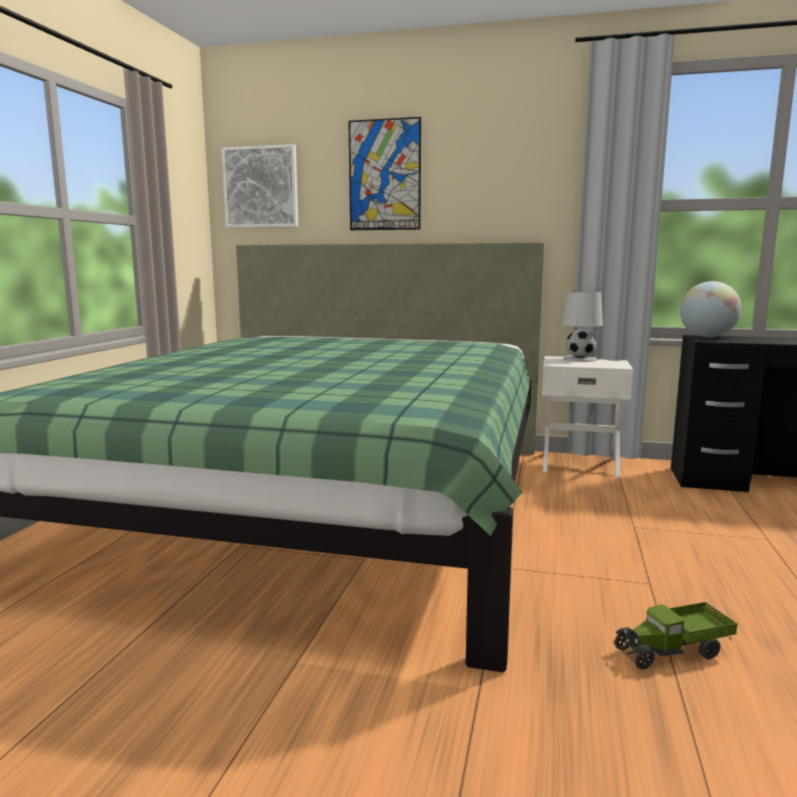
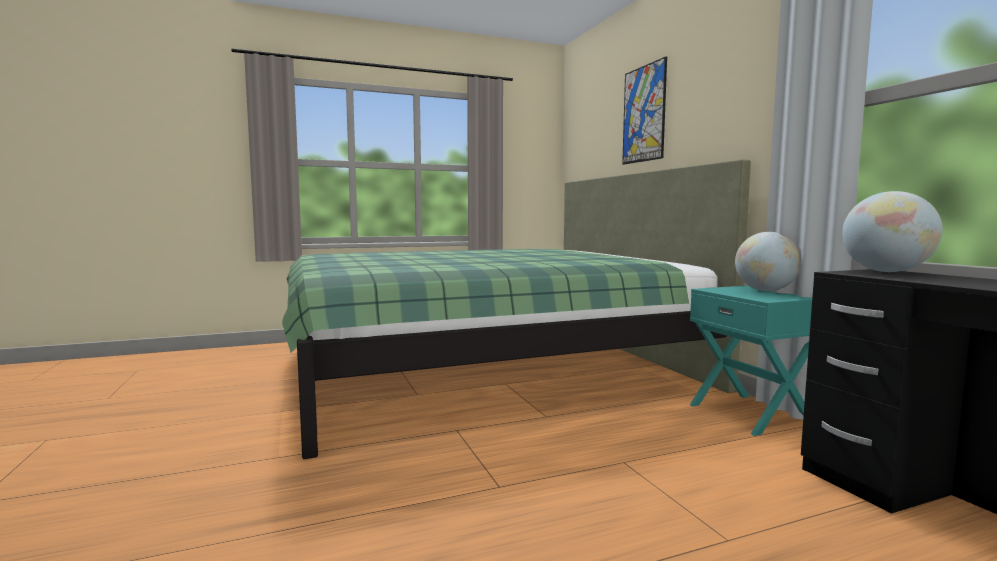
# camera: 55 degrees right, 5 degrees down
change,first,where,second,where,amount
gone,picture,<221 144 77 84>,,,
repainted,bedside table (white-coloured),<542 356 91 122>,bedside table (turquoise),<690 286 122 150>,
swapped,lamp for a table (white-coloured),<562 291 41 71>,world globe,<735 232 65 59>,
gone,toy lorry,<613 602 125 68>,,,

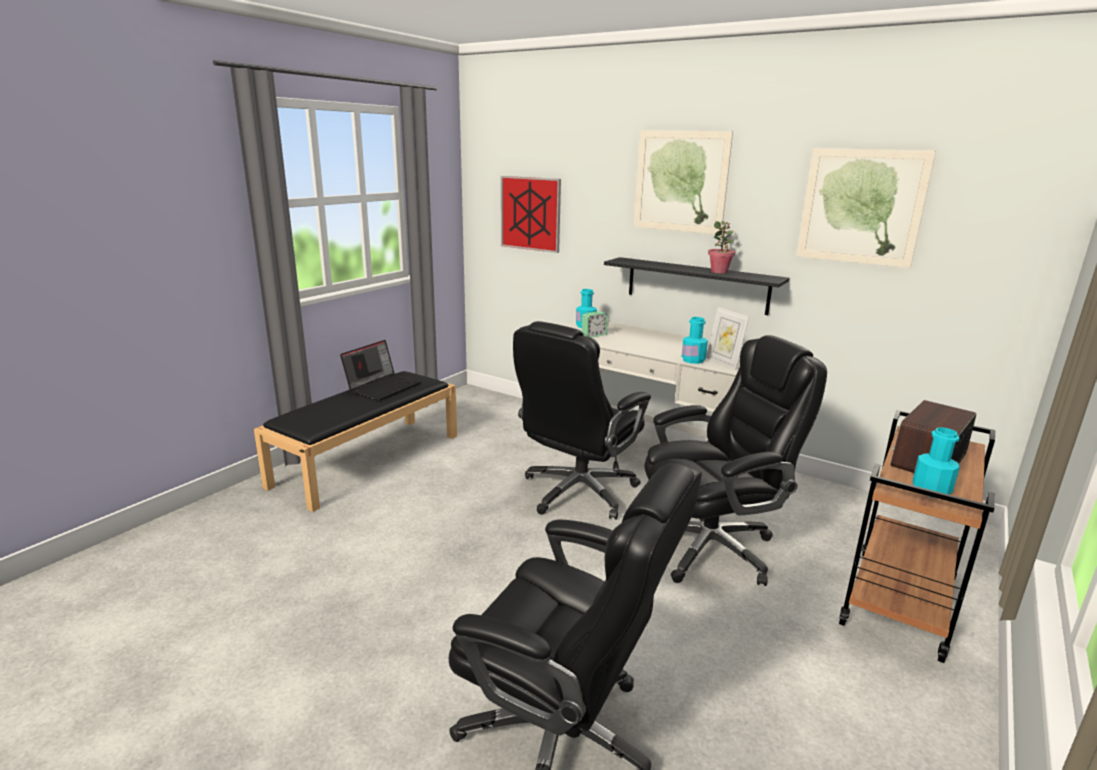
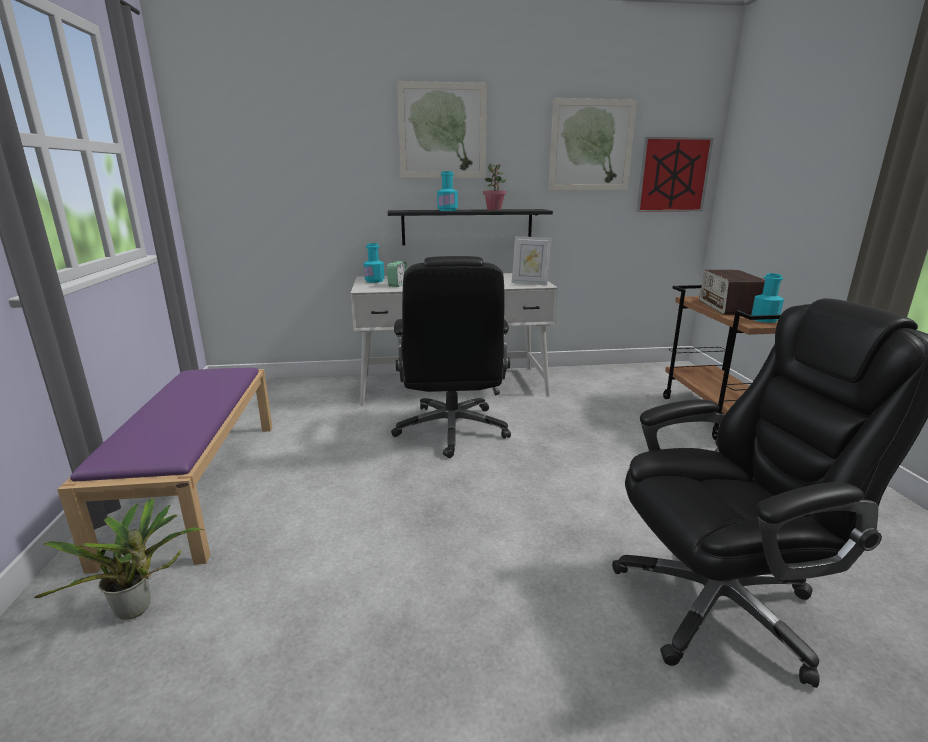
# camera: 40 degrees left, 0 degrees up
change,first,where,second,where,amount
repainted,indoor bench (black),<254 371 203 141>,indoor bench (purple),<57 368 215 206>,
gone,portable computer,<340 340 81 61>,,,
shifted,picture,<500 176 61 77>,,<637 137 77 75>,
gone,desk chair (black),<644 335 183 251>,,,
shifted,drink bottle (turquoise),<682 317 26 47>,,<437 171 21 40>,
new,,,plant in a pot,<34 498 170 122>,

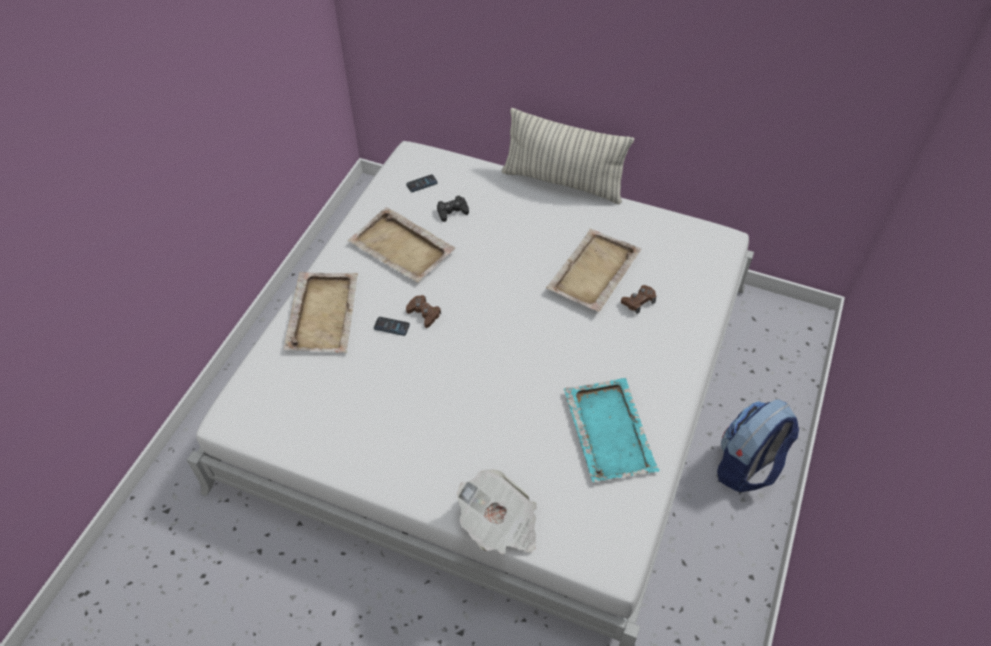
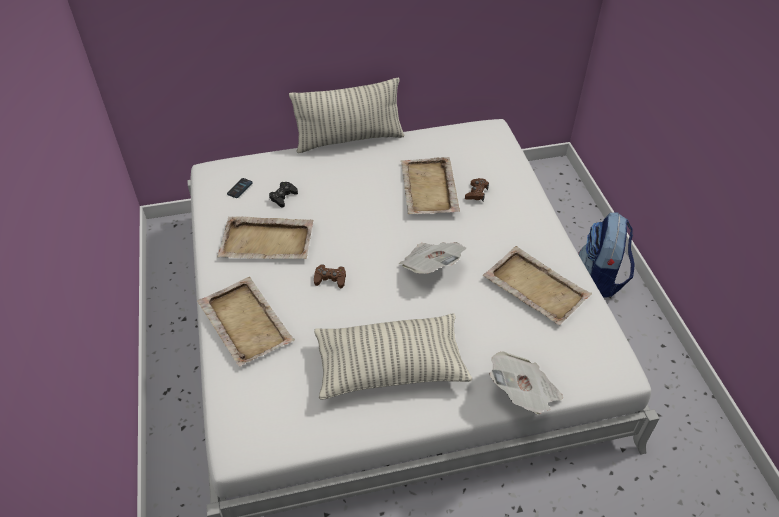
# camera: 35 degrees left, 5 degrees down
change,first,where,second,where,amount
gone,phone,<374 317 36 19>,,,
repainted,carrying tray (turquoise),<564 378 96 104>,carrying tray (beige),<483 246 109 79>,
new,,,cushion,<314 313 158 87>,
new,,,newspaper,<399 242 67 32>,

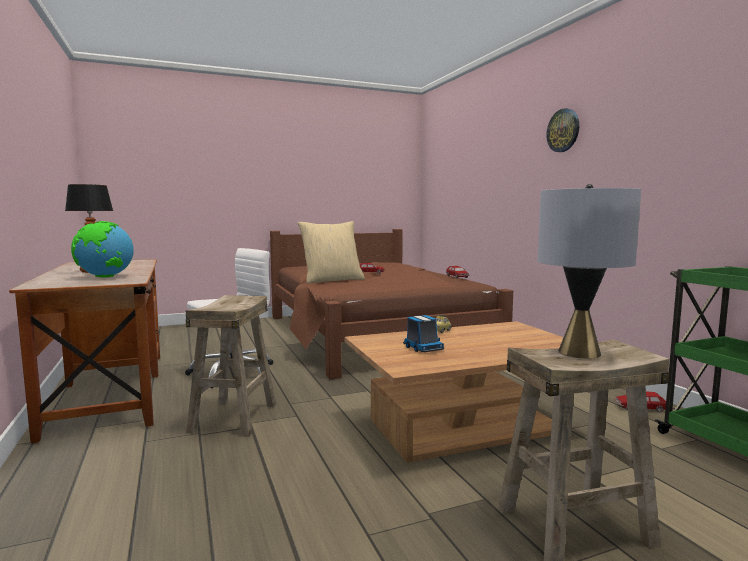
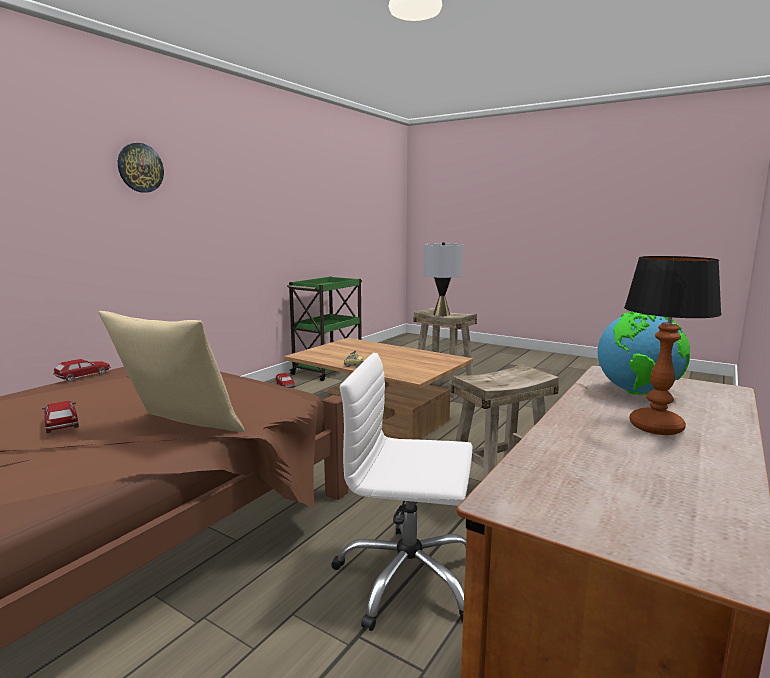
# camera: 125 degrees left, 5 degrees up
change,first,where,second,where,amount
gone,toy lorry,<403 315 41 37>,,,

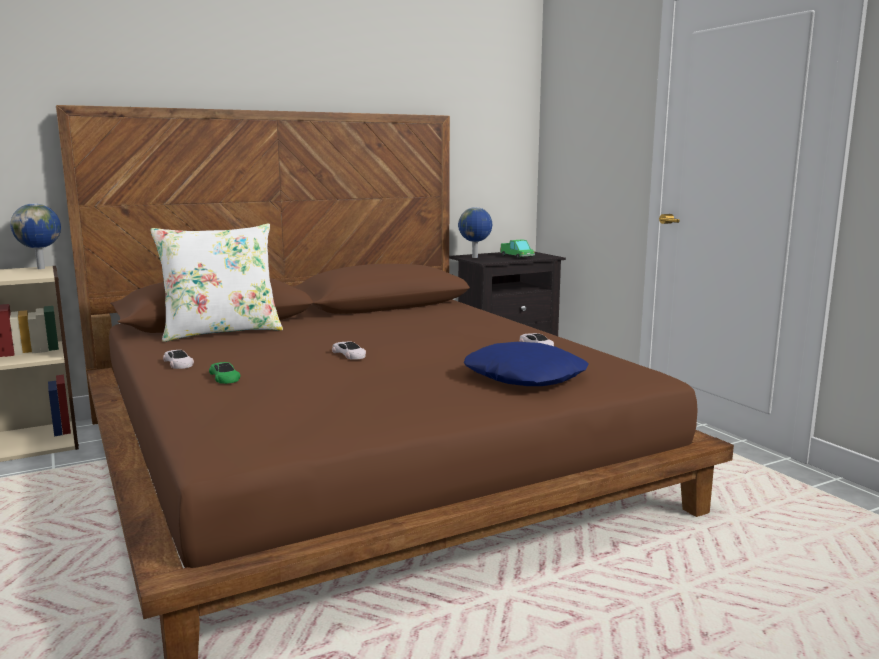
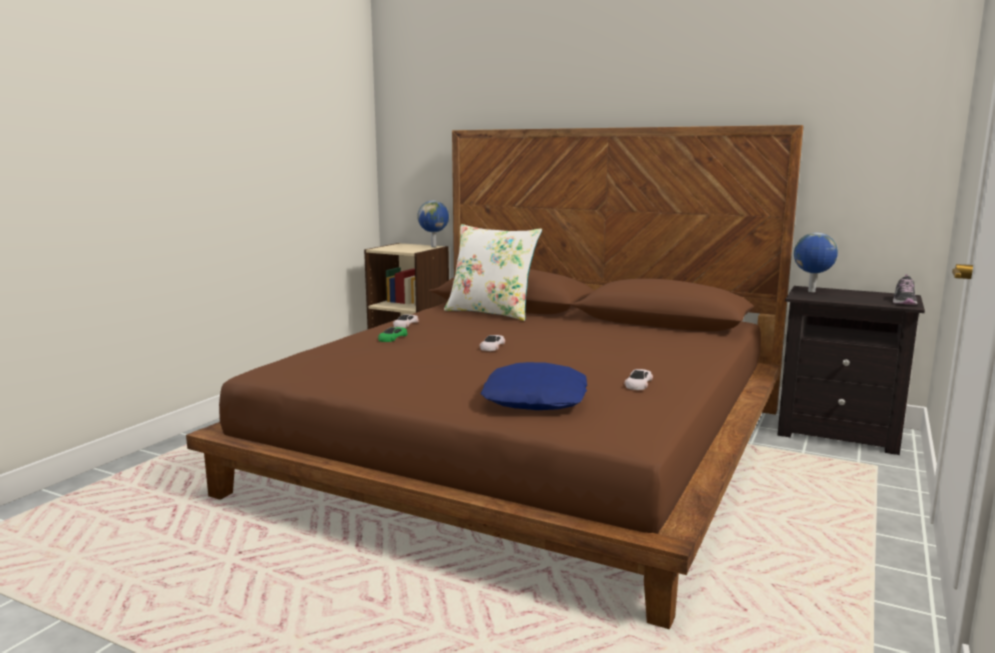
# camera: 55 degrees right, 0 degrees up
change,first,where,second,where,amount
gone,toy lorry,<500 239 35 20>,,,
new,,,shoe,<893 274 24 31>,

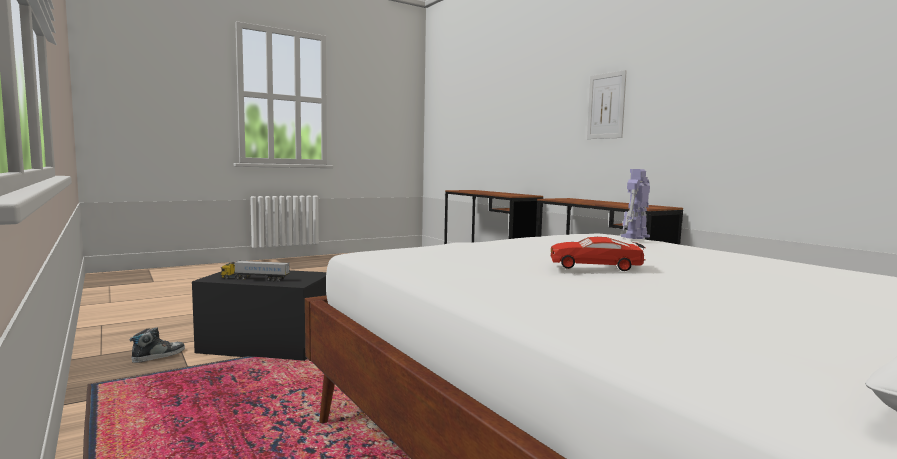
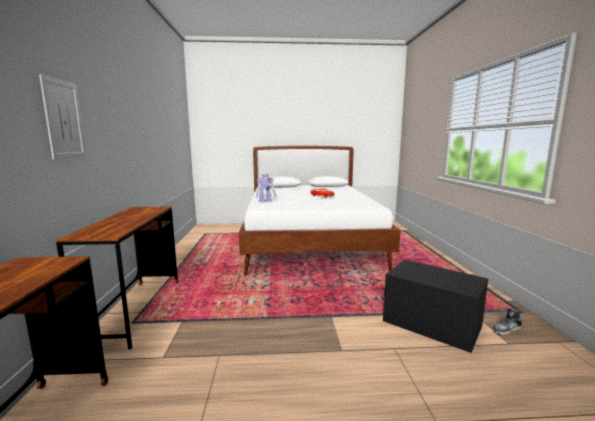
# camera: 150 degrees left, 5 degrees up
change,first,where,second,where,amount
gone,toy lorry,<221 261 69 20>,,,

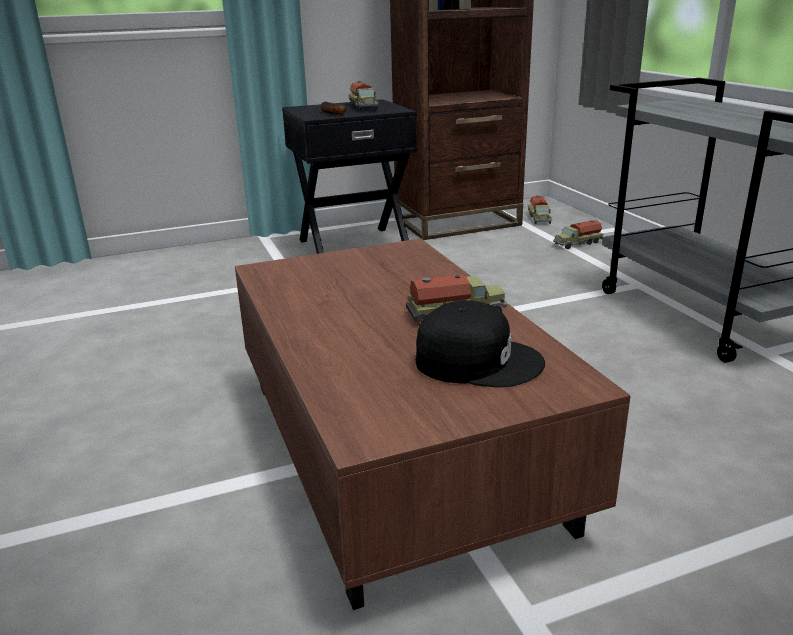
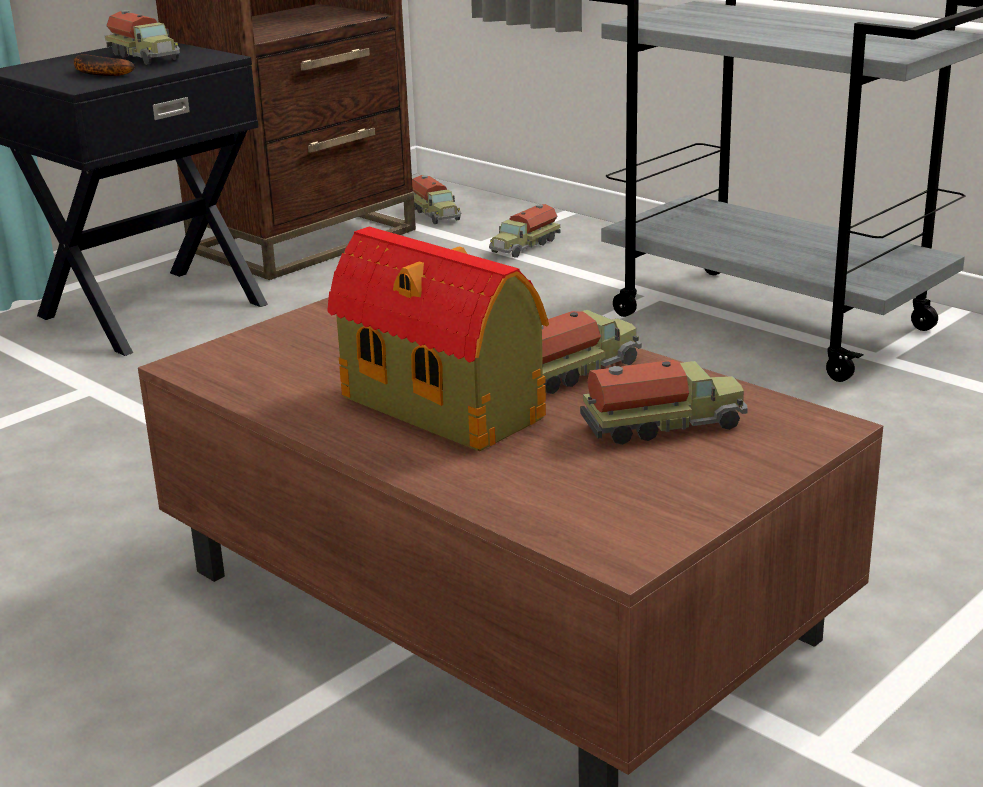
# camera: 25 degrees left, 0 degrees up
change,first,where,second,where,amount
swapped,peaked cap (black),<416 300 129 87>,toy lorry,<580 360 168 85>,
new,,,model house,<327 227 222 224>,

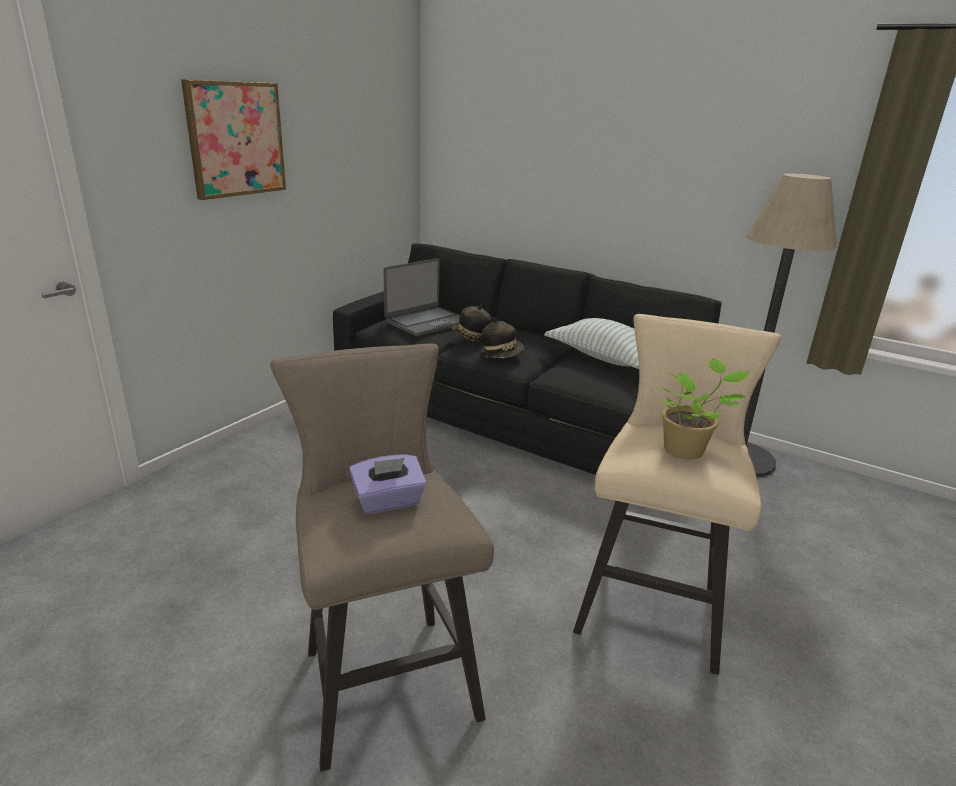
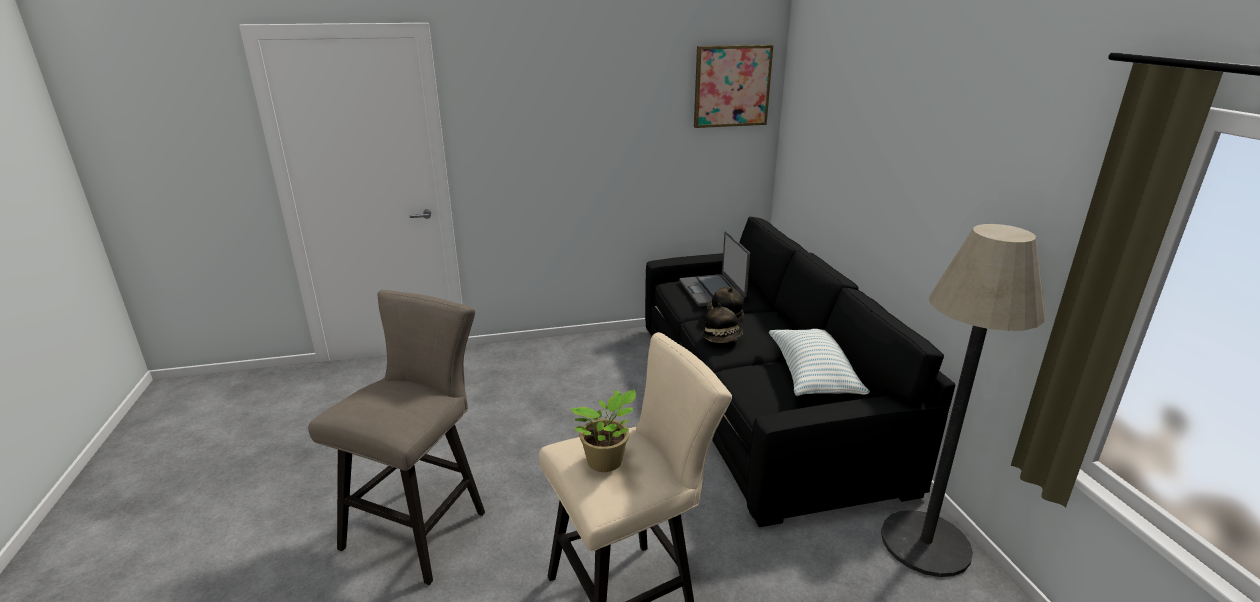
# camera: 45 degrees right, 0 degrees up
change,first,where,second,where,amount
shifted,picture,<181 79 105 121>,,<694 45 80 83>,
gone,tissue holder (purple),<349 454 78 60>,,,
rotated,portable computer,<383 258 77 78>,,<679 231 71 75>,75 degrees clockwise

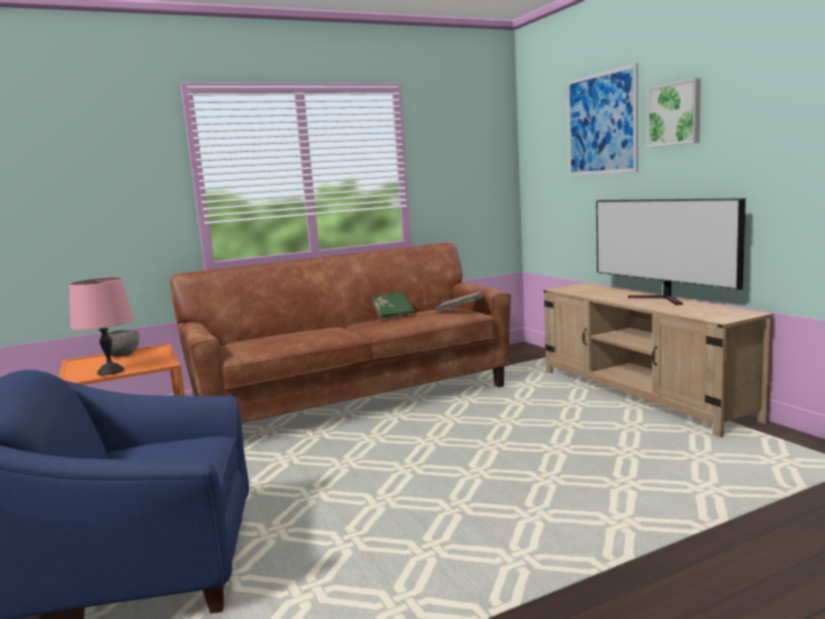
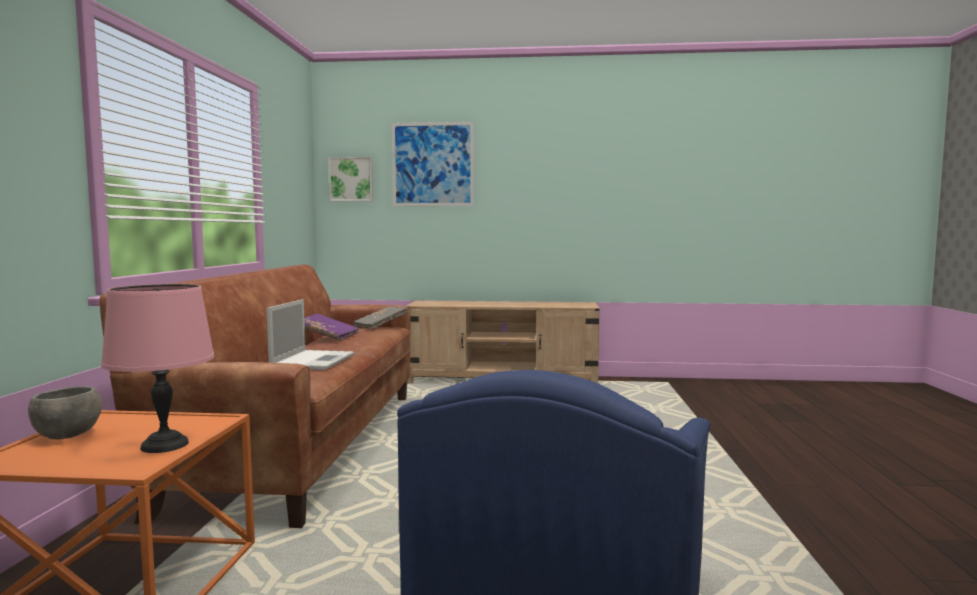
# camera: 60 degrees left, 5 degrees down
change,first,where,second,where,amount
repainted,book (green-coloured),<371 292 44 28>,book (purple),<304 313 55 28>,
gone,TV set,<596 198 150 107>,,,
shifted,picture,<647 78 54 70>,,<329 157 44 44>,
new,,,portable computer,<266 299 88 71>,

